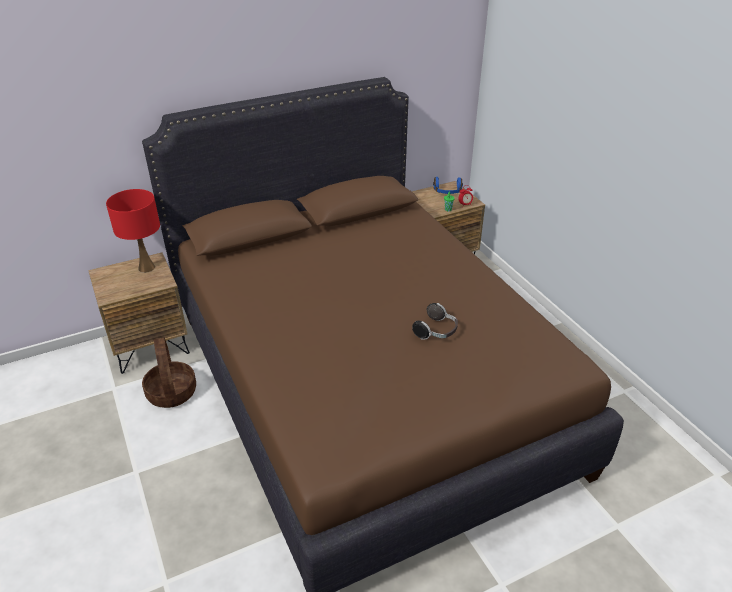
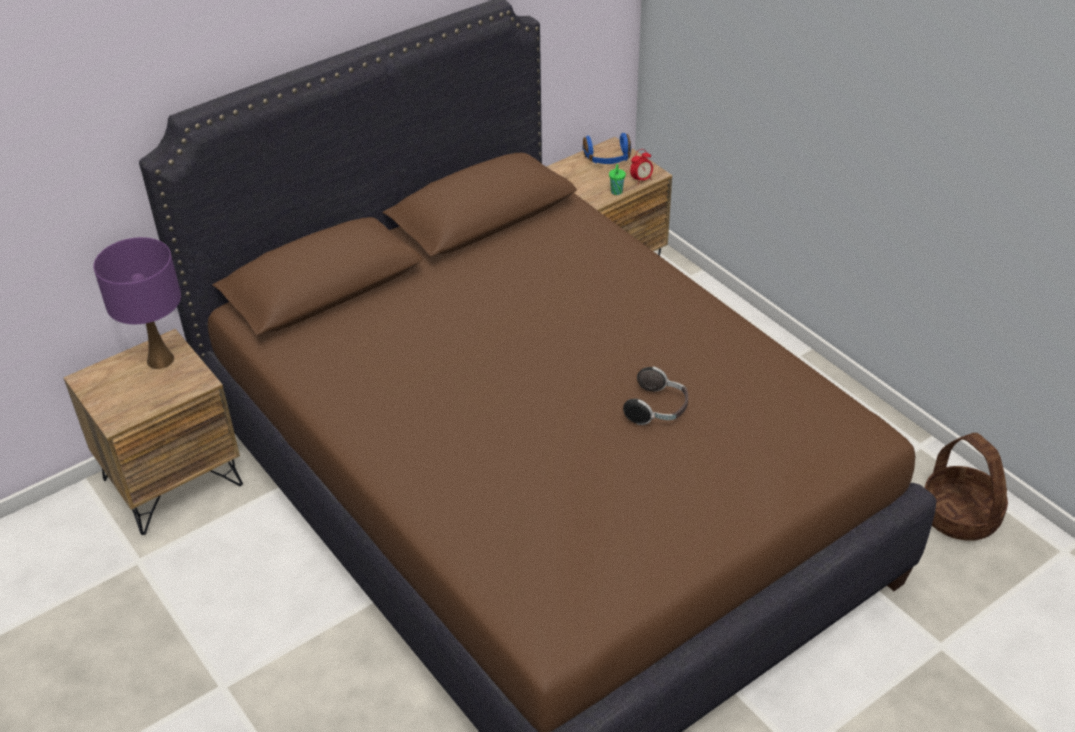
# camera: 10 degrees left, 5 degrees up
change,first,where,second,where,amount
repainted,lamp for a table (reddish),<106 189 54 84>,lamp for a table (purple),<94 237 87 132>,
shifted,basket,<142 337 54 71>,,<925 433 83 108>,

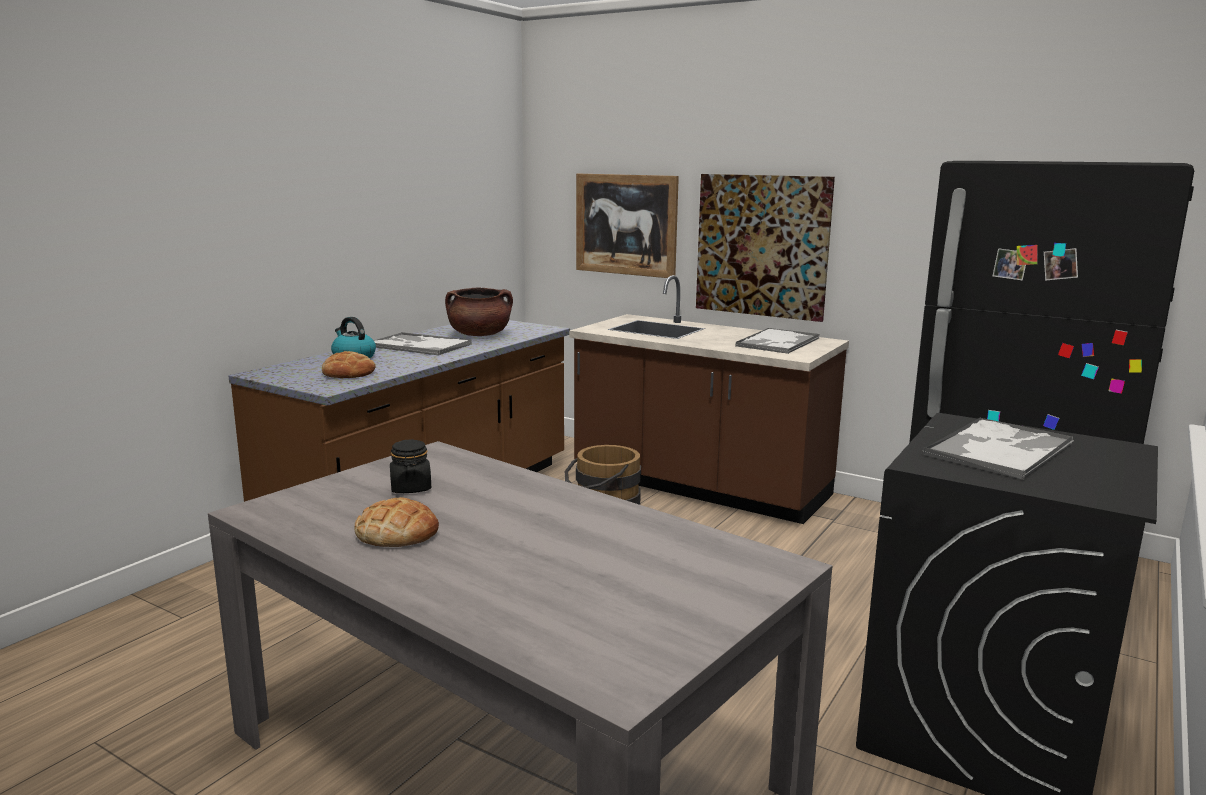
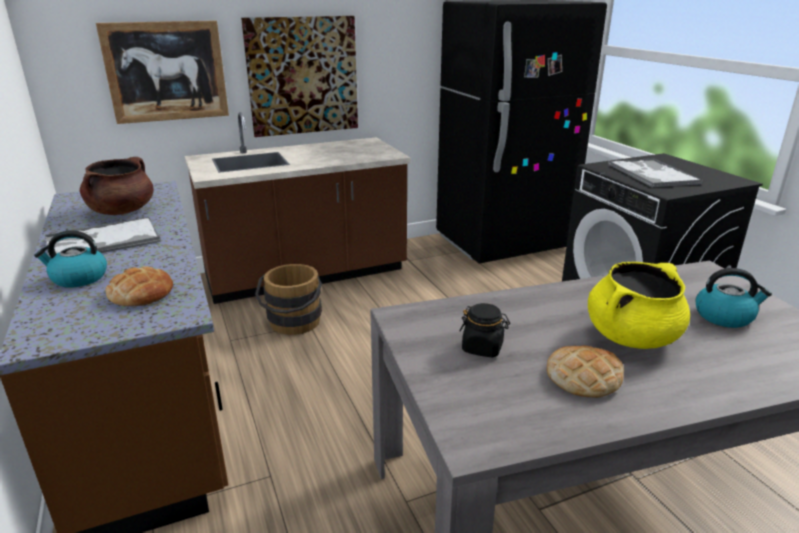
# camera: 55 degrees left, 10 degrees up
change,first,where,second,where,amount
gone,carrying tray,<735 328 85 26>,,,
new,,,stockpot (yellow),<588 262 102 87>,
new,,,kettle,<695 268 77 60>,

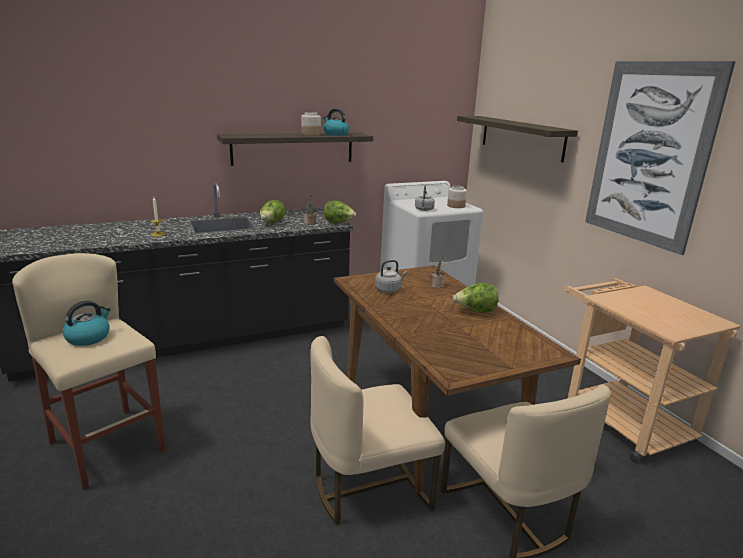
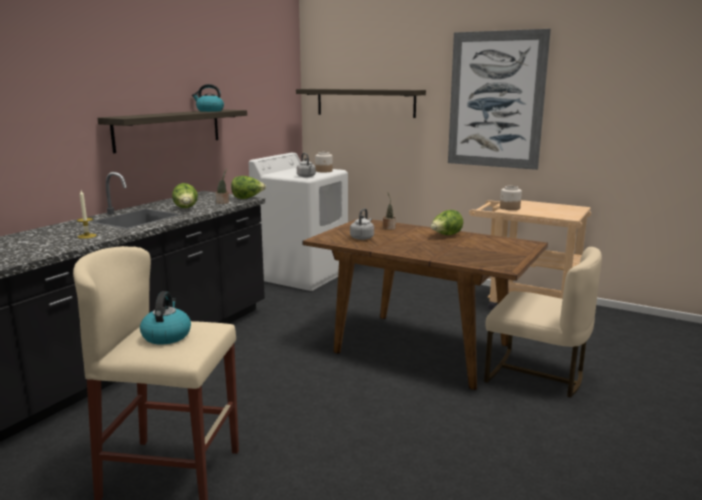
# camera: 35 degrees left, 5 degrees down
change,first,where,second,where,amount
shifted,storage jar,<301 112 20 24>,,<500 186 22 24>,
gone,upright chair (beige),<310 336 135 189>,,,

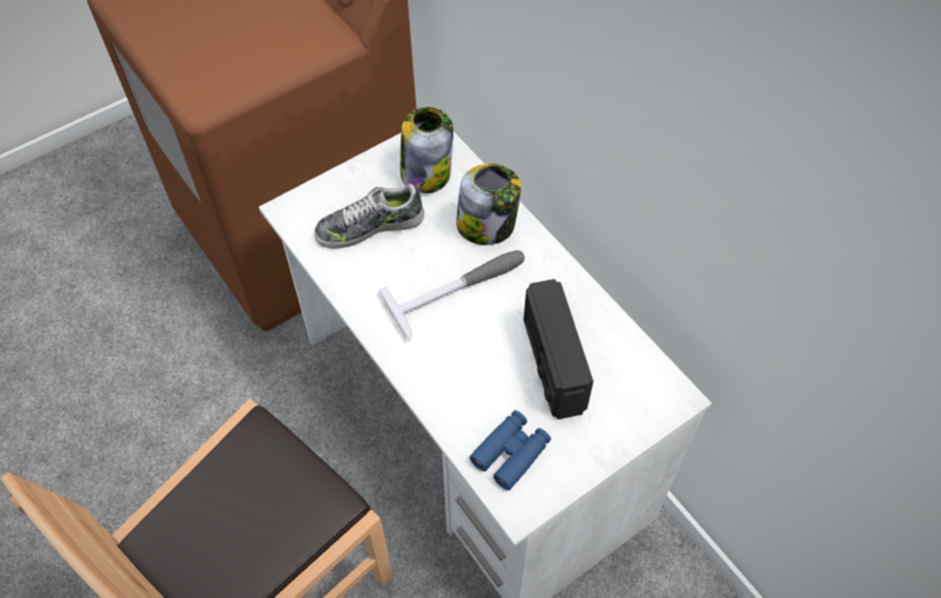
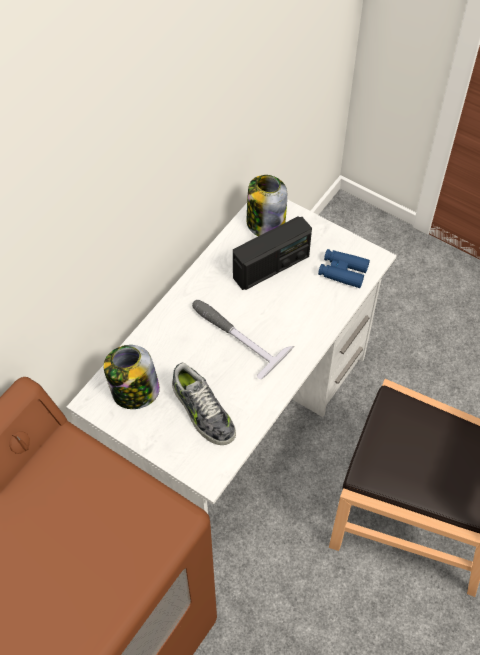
# camera: 110 degrees left, 0 degrees up
change,first,where,second,where,amount
shifted,storage jar,<456 164 65 81>,,<247 175 40 61>,

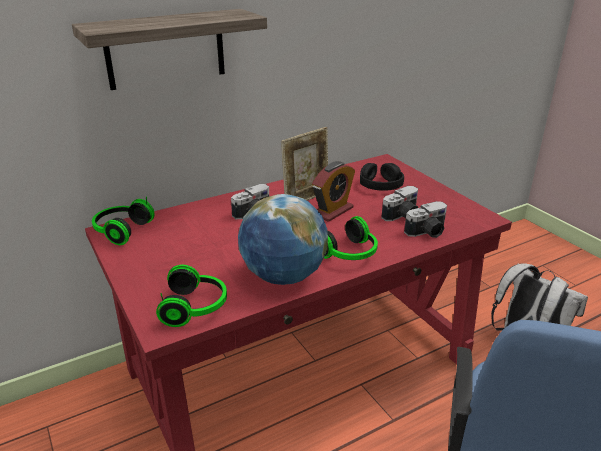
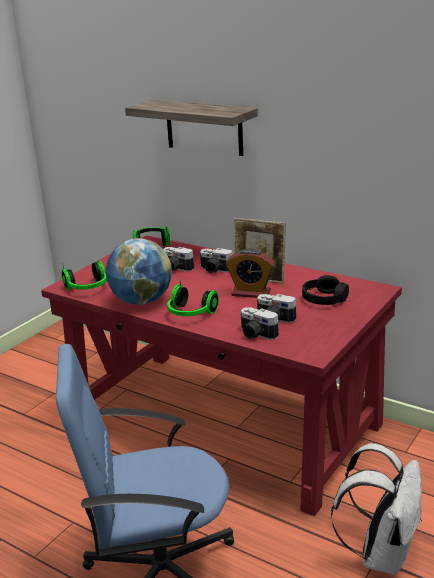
# camera: 65 degrees right, 5 degrees down
change,first,where,second,where,amount
new,,,photo camera,<164 247 30 25>,

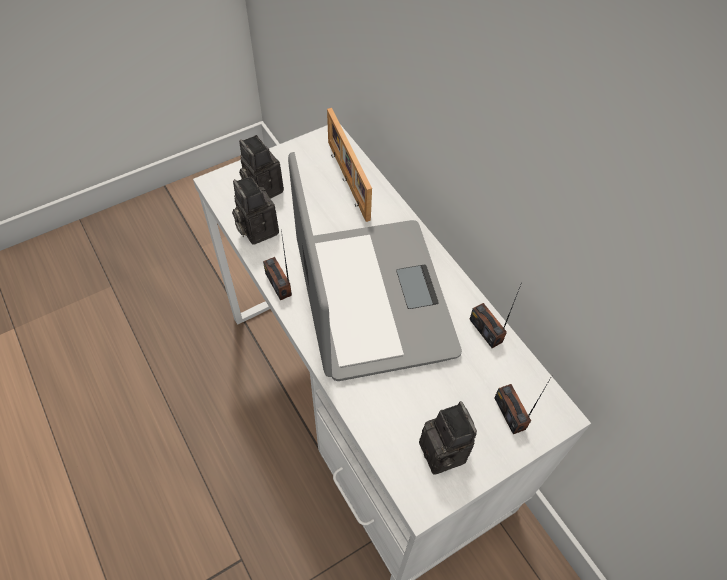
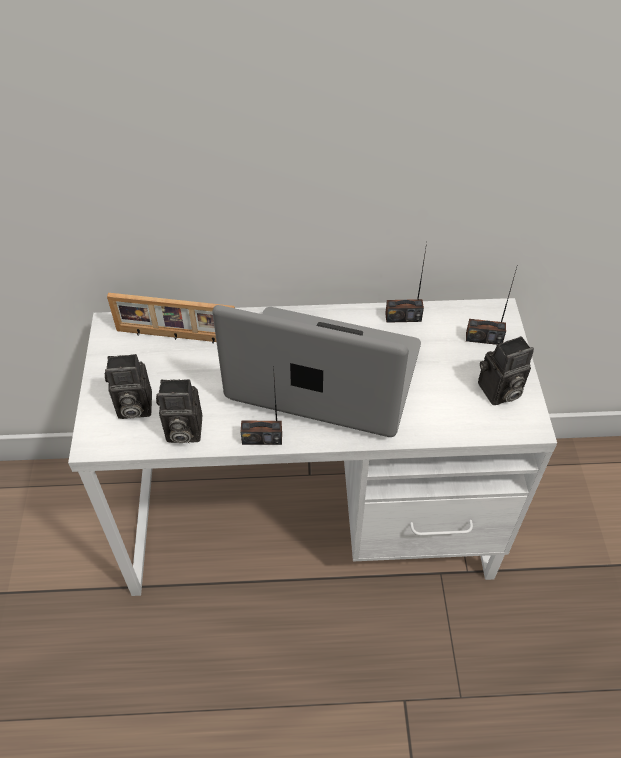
# camera: 60 degrees left, 5 degrees down
change,first,where,second,where,amount
rotated,photo camera,<419 401 58 74>,,<478 336 56 69>,150 degrees clockwise

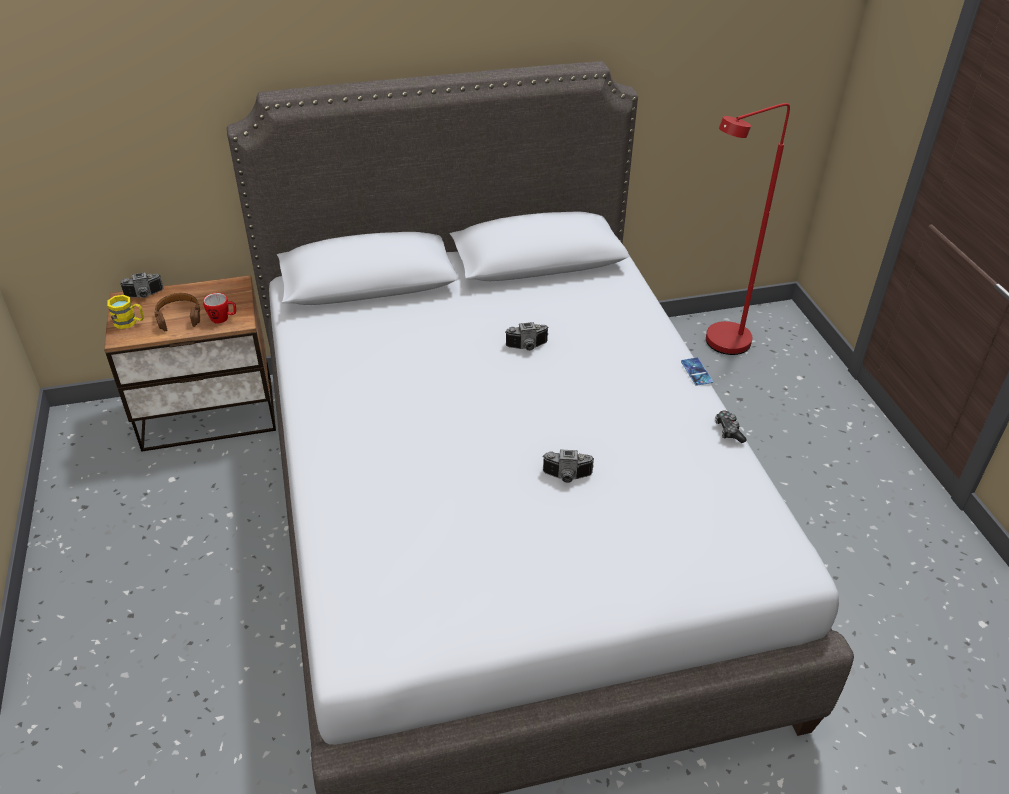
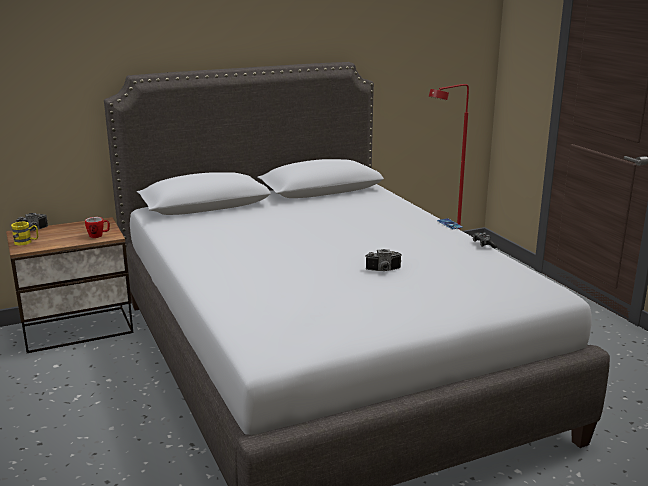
# camera: 10 degrees left, 20 degrees down
change,first,where,second,where,amount
gone,headset (brownish),<154 293 46 38>,,,
gone,photo camera,<505 322 44 29>,,,

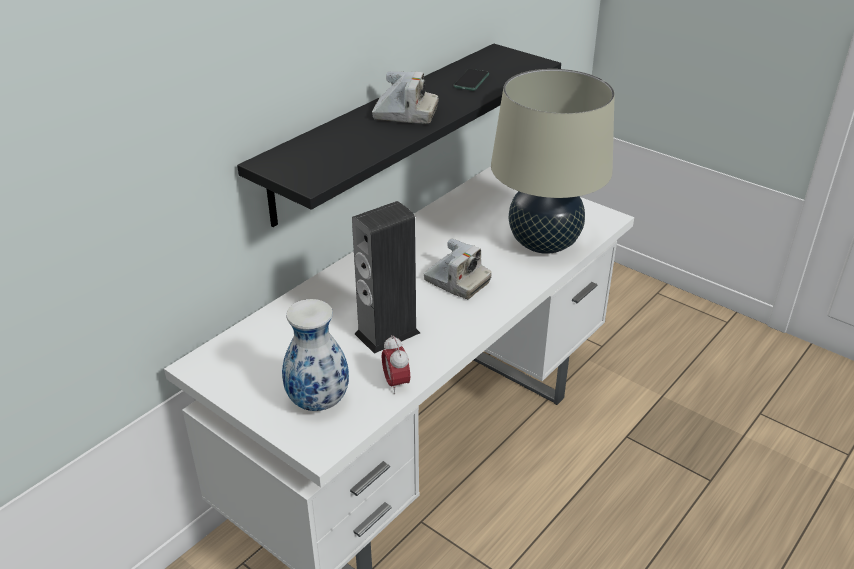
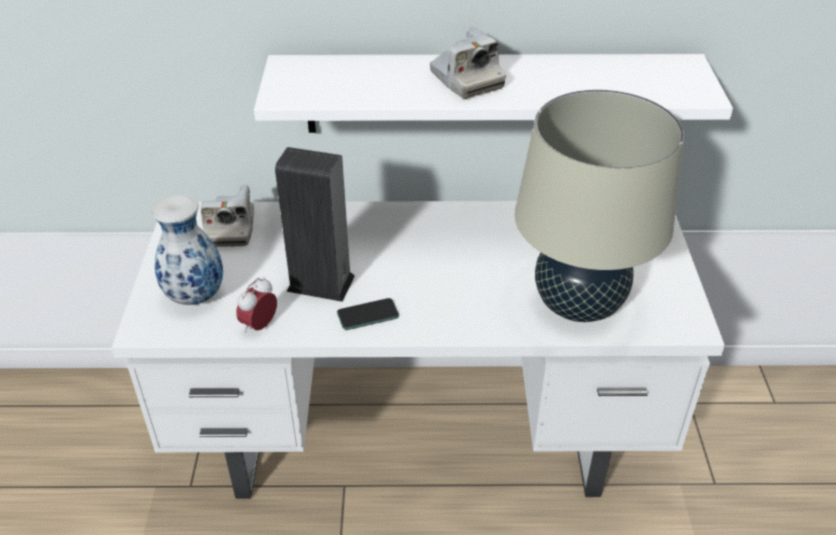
# camera: 50 degrees right, 5 degrees up
change,first,where,second,where,amount
repainted,shelf (black),<237 44 324 183>,shelf (white-coloured),<254 54 479 79>,
shifted,photo camera,<423 238 69 61>,,<201 185 53 62>,
shifted,phone,<453 69 36 22>,,<337 298 62 32>,

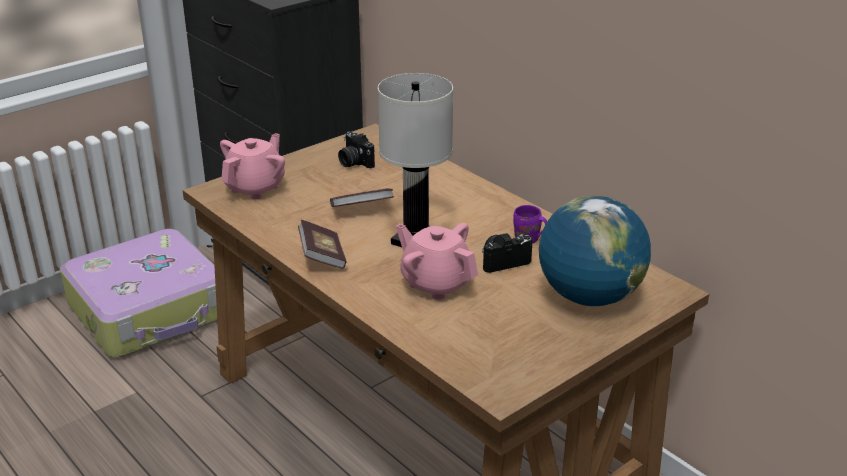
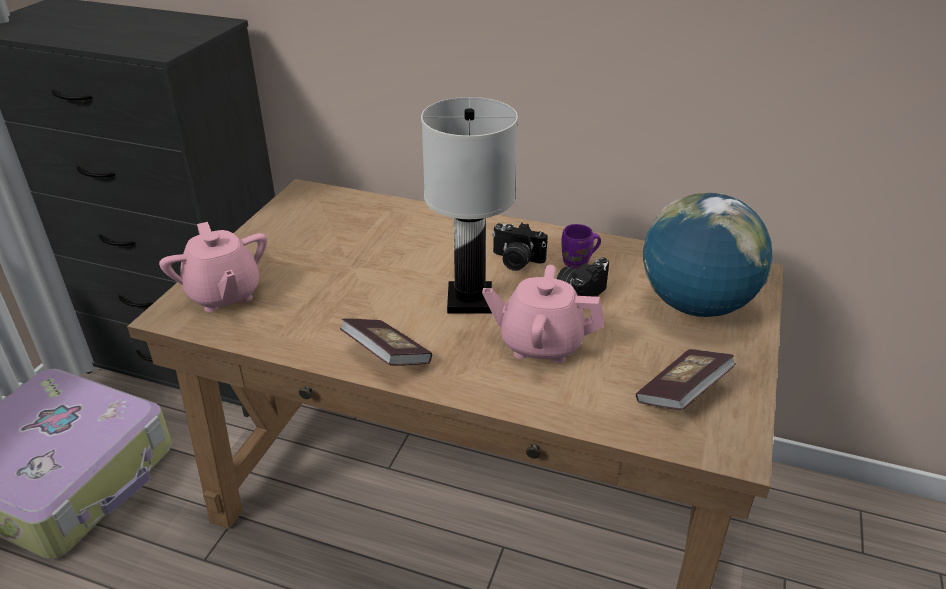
# camera: 30 degrees left, 5 degrees up
change,first,where,second,where,amount
rotated,pot for tea (pinkish),<220 133 65 67>,,<159 222 108 90>,150 degrees clockwise
shifted,book,<330 188 64 19>,,<636 349 100 61>,
shifted,photo camera,<338 131 37 37>,,<492 223 56 48>,

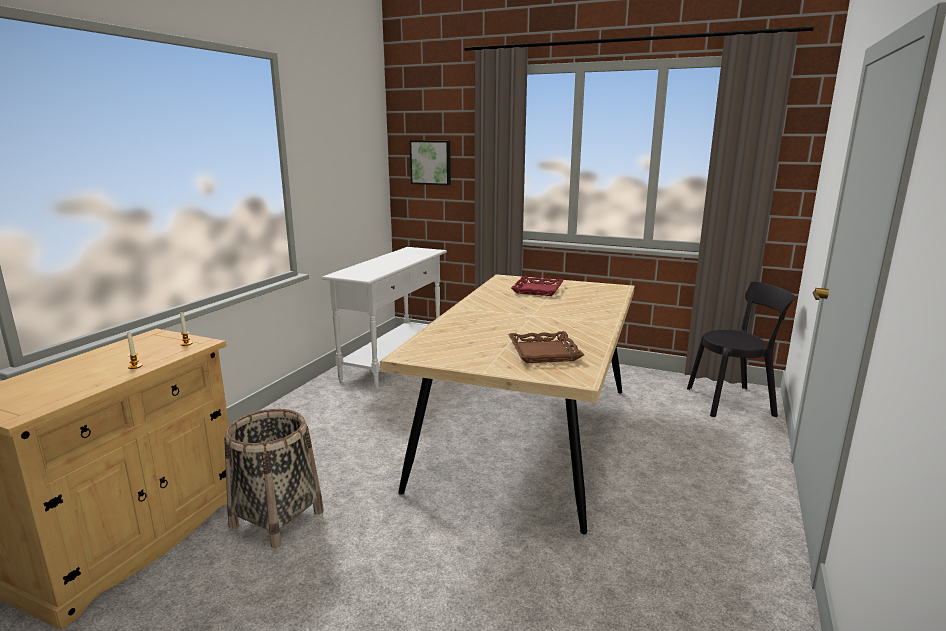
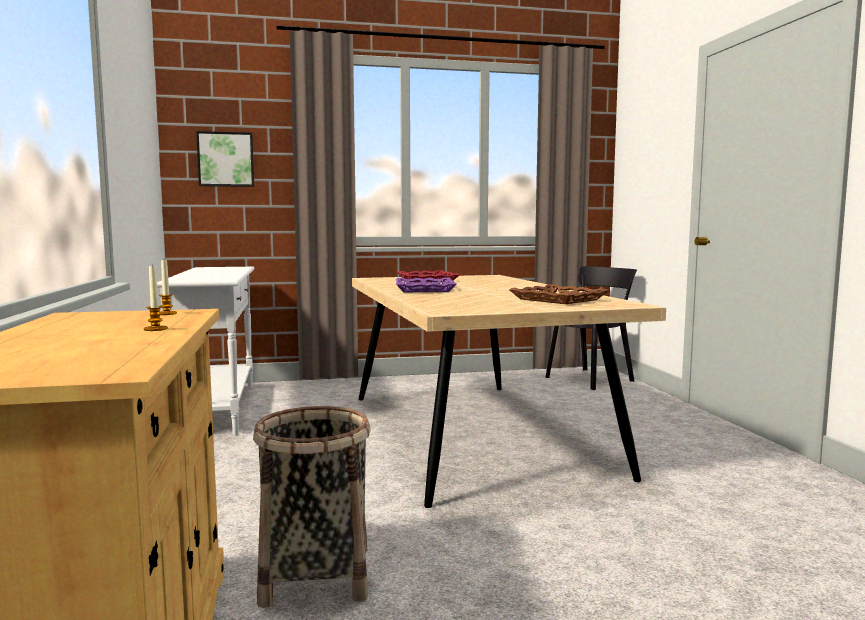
# camera: 35 degrees left, 10 degrees down
change,first,where,second,where,amount
new,,,carrying tray (purple),<396 278 61 14>,

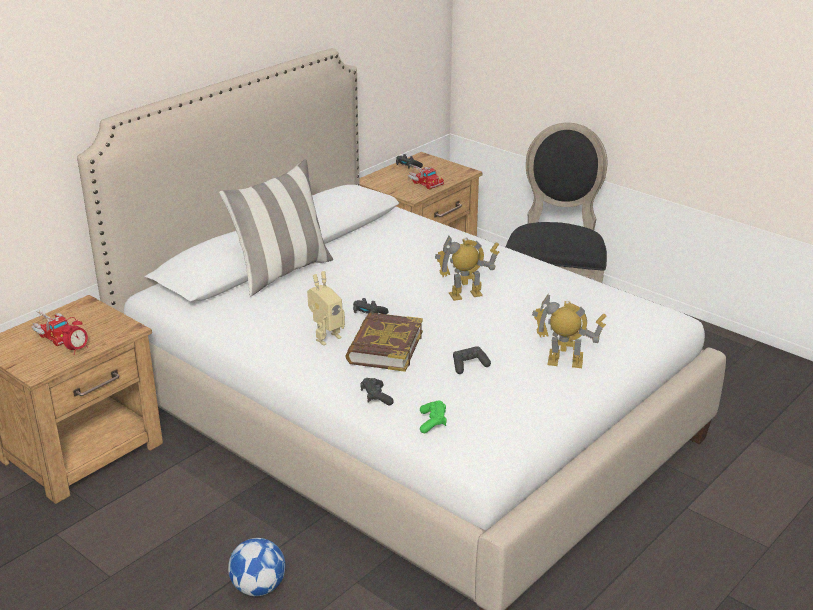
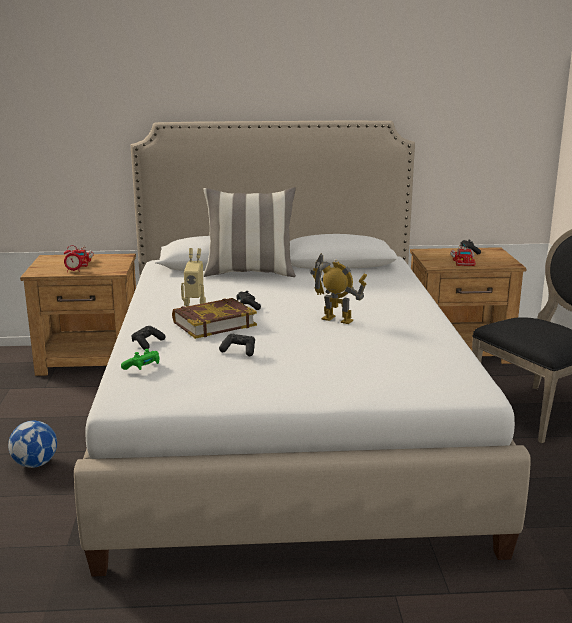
# camera: 45 degrees right, 10 degrees down
change,first,where,second,where,amount
gone,toy robot,<532 294 74 74>,,,

